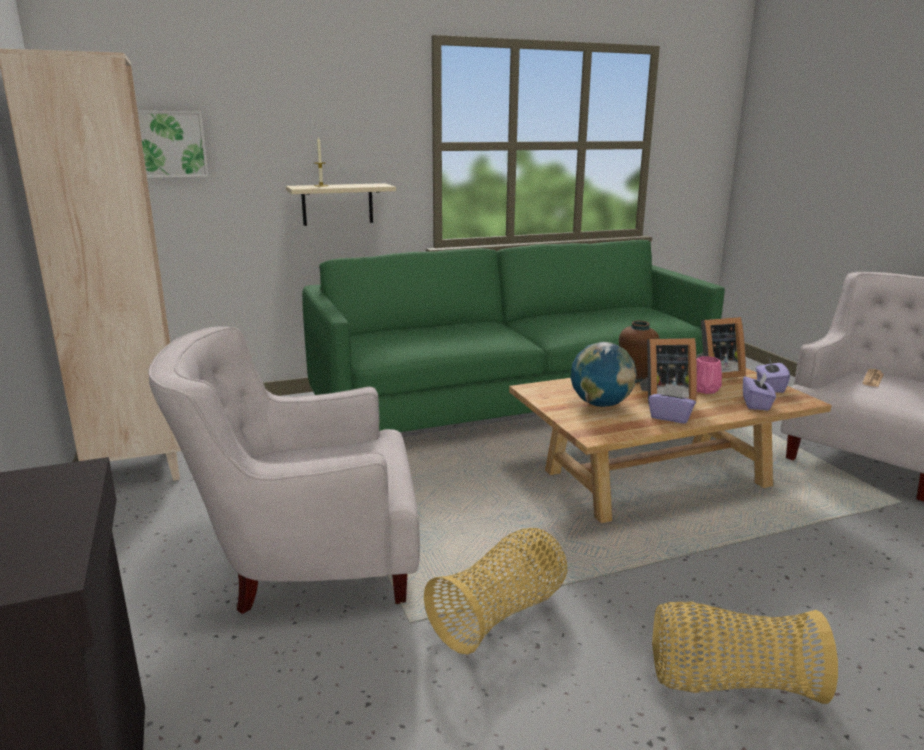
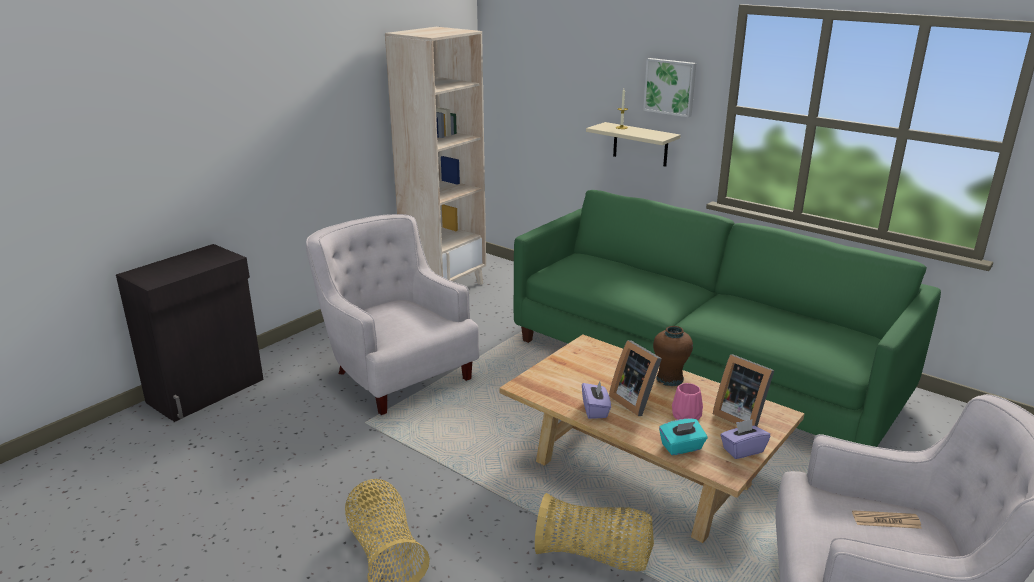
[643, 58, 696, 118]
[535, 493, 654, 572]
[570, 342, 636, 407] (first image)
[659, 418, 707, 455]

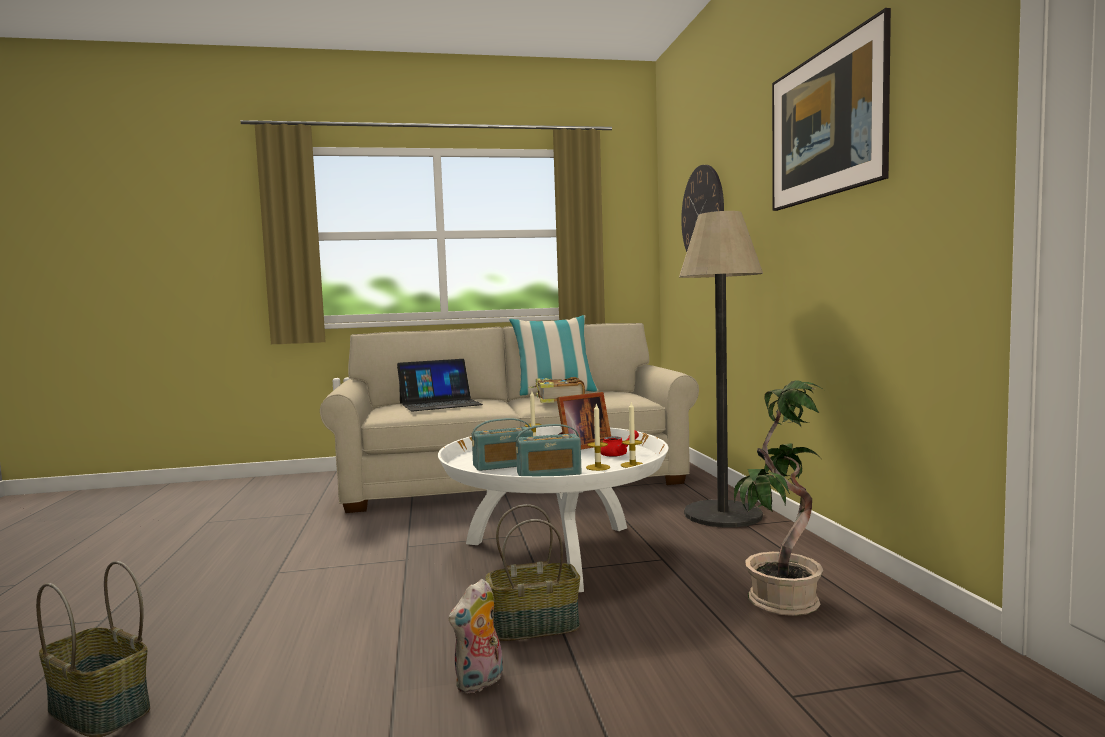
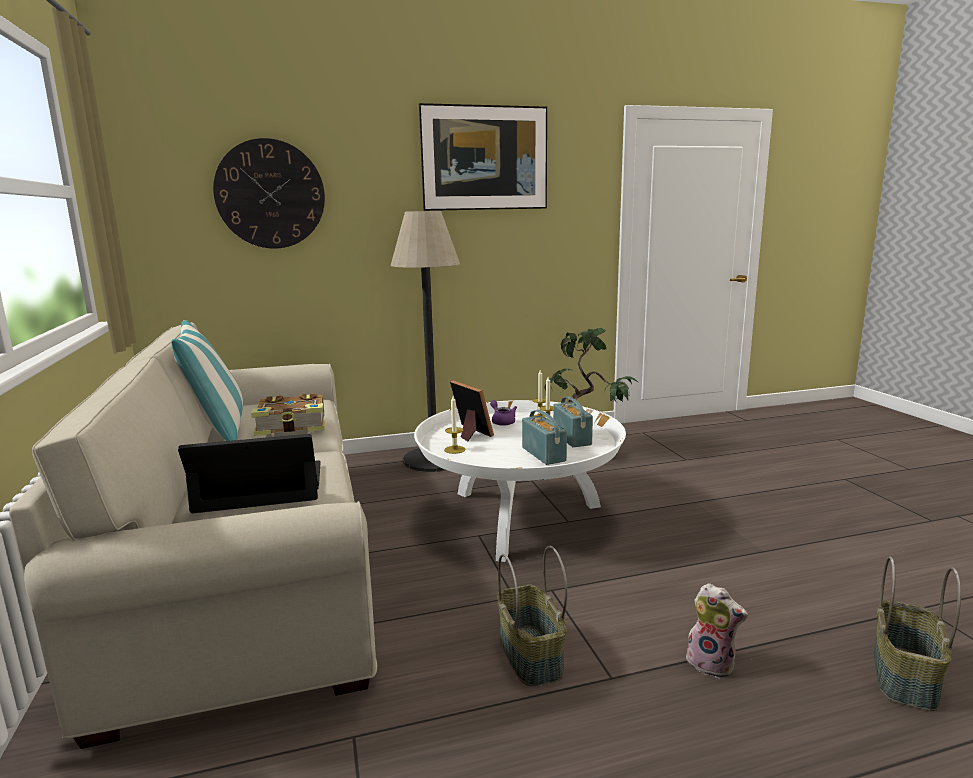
[178, 434, 321, 513]
[686, 583, 748, 678]
[497, 546, 567, 686]
[490, 400, 517, 426]

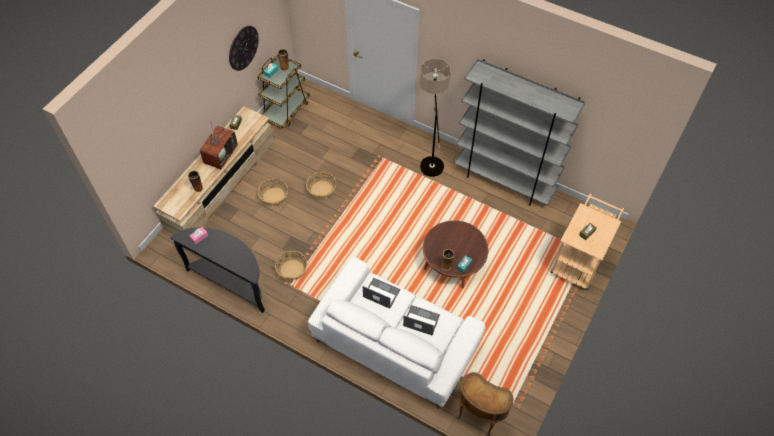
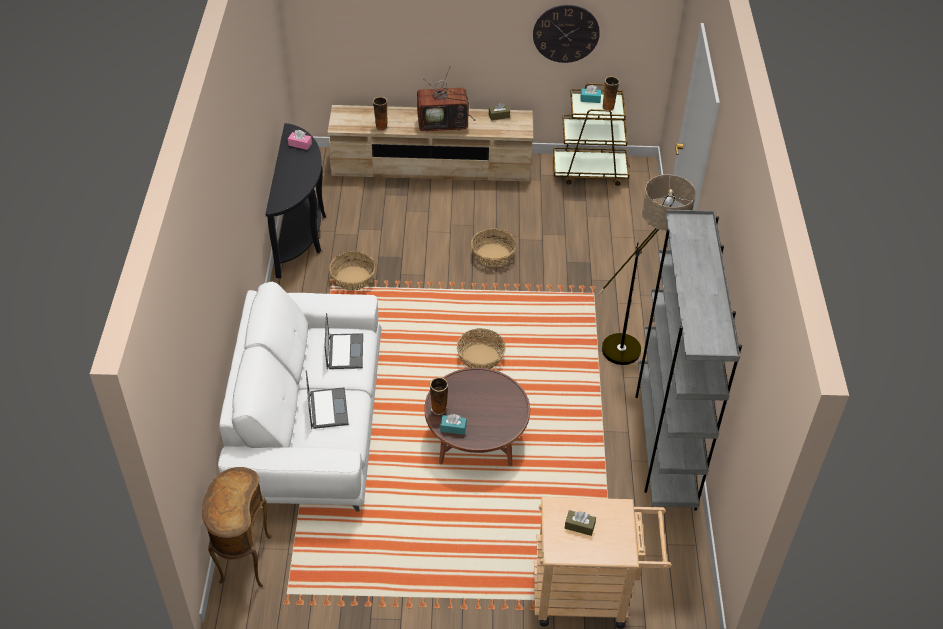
[457, 328, 506, 369]

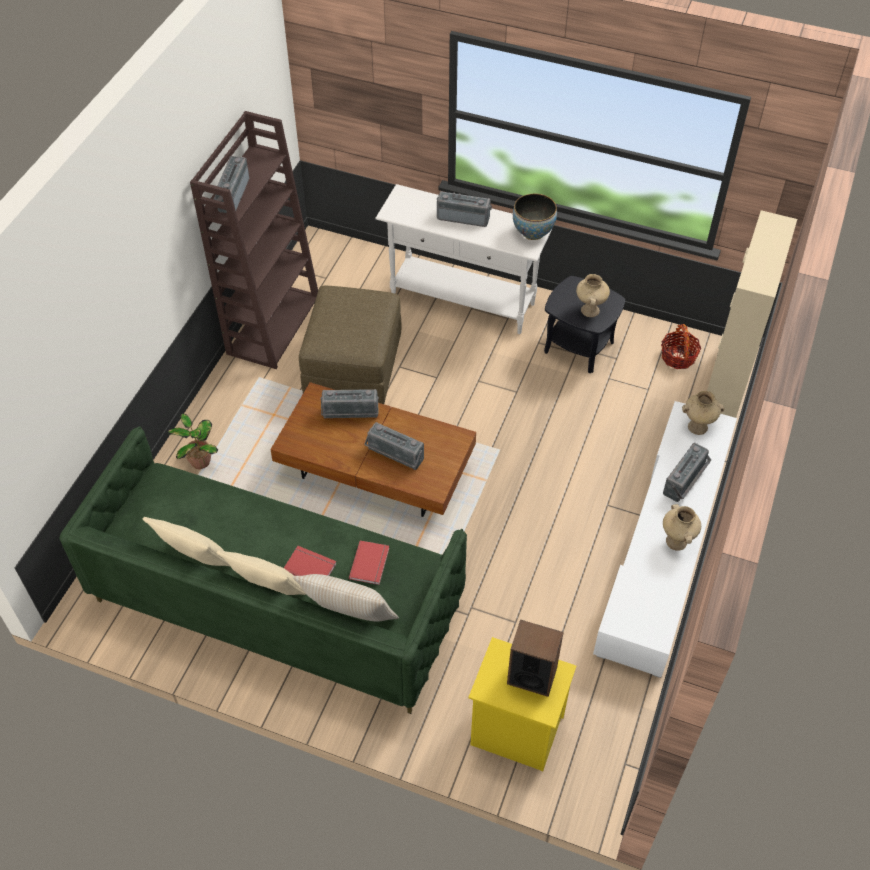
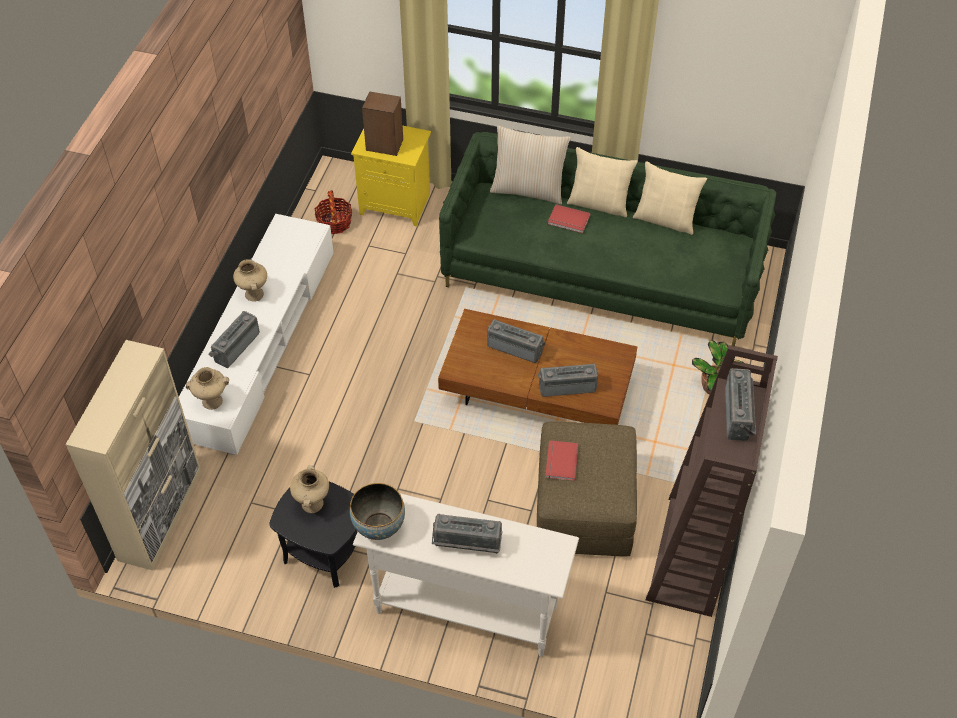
[545, 440, 579, 481]
[315, 190, 352, 234]

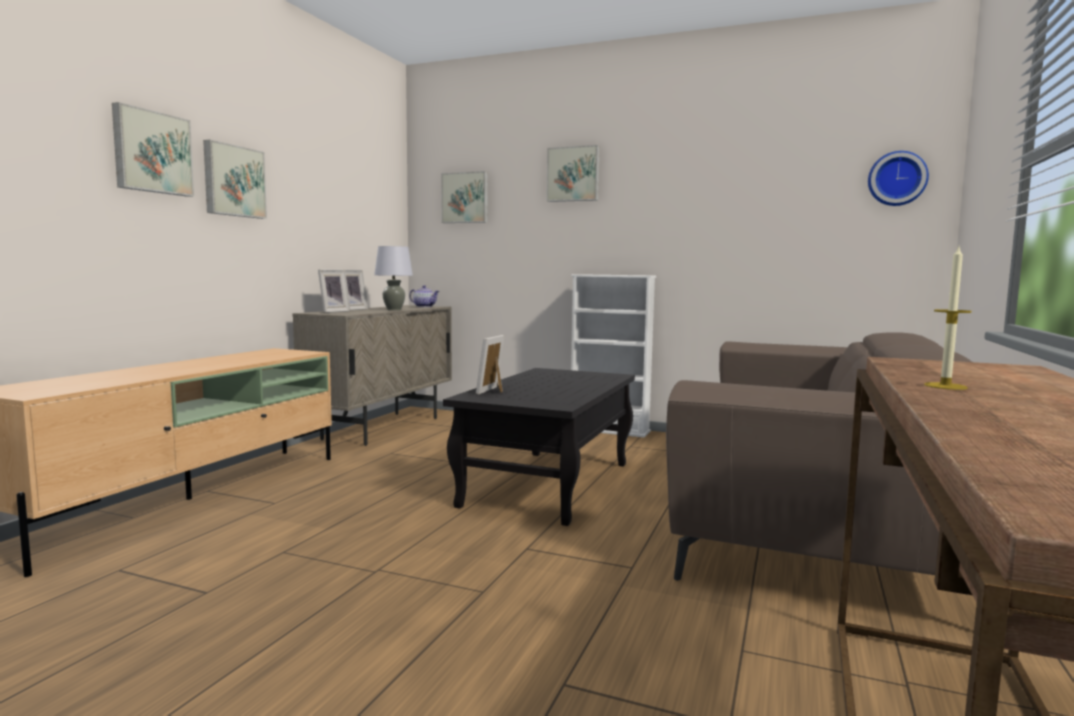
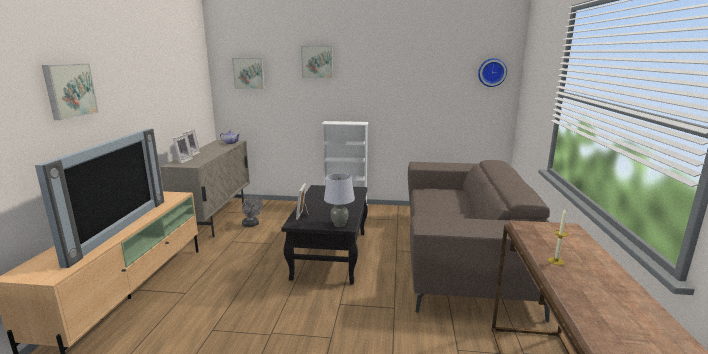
[203, 140, 267, 219] (first image)
[324, 173, 355, 227]
[35, 129, 164, 268]
[242, 196, 263, 227]

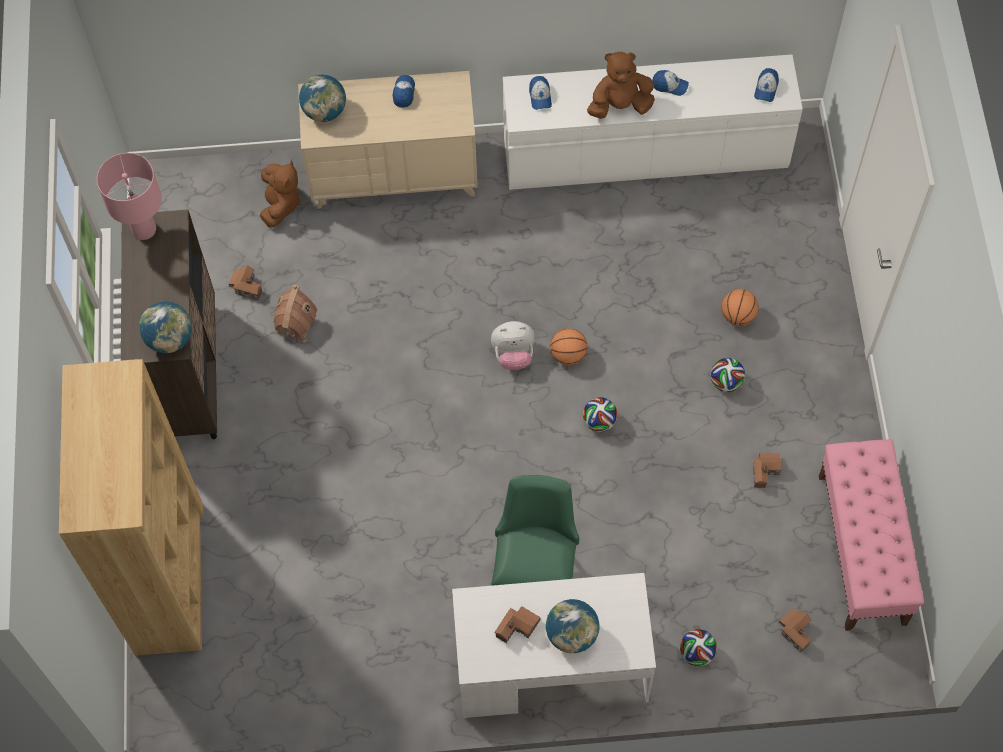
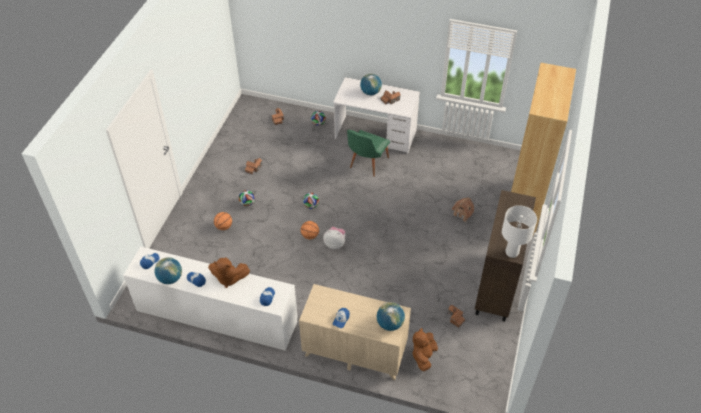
[502, 205, 537, 258]
[154, 257, 182, 284]
[452, 197, 474, 222]
[819, 439, 924, 631] (first image)

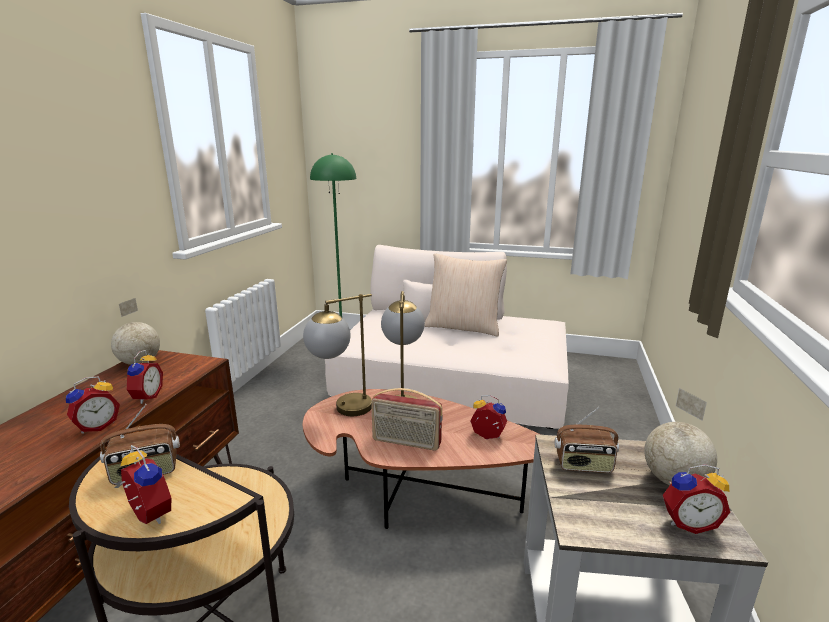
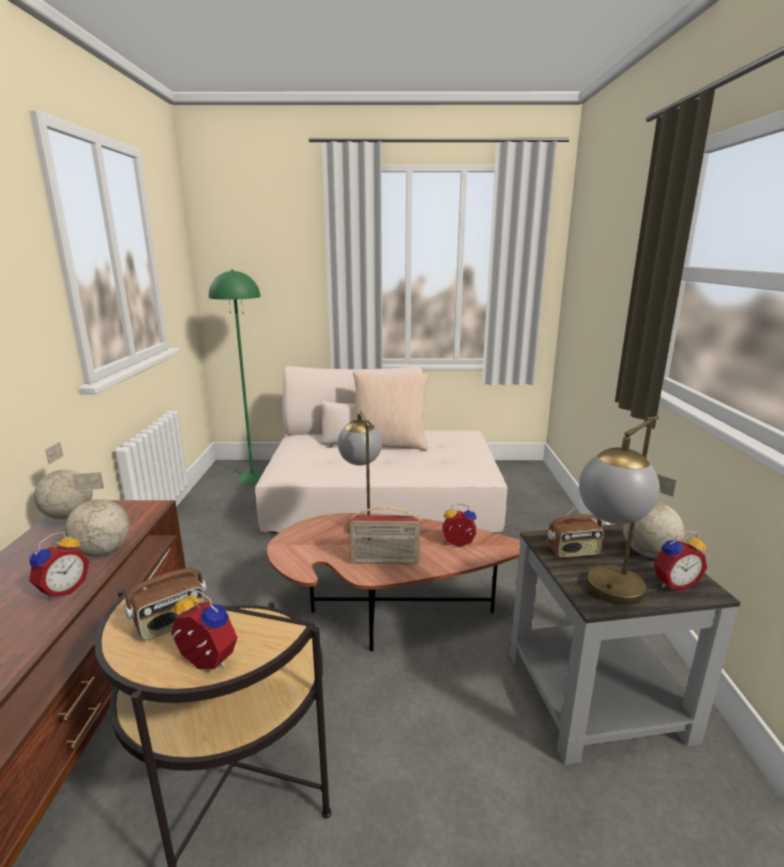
[65, 472, 129, 556]
[579, 415, 660, 605]

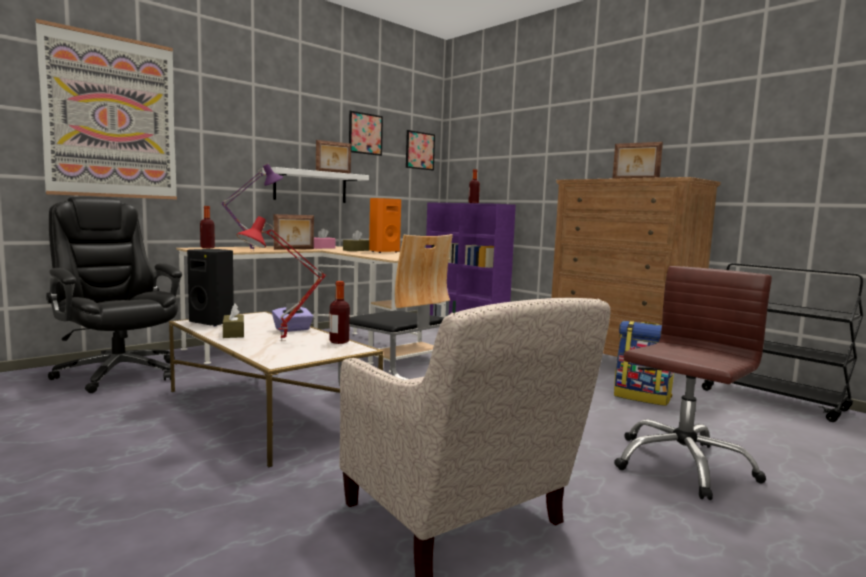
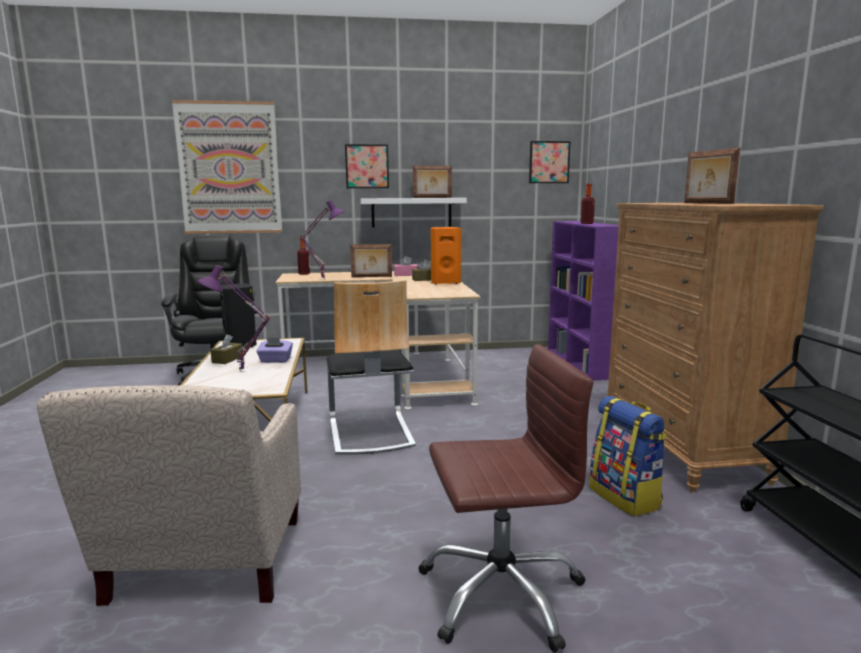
[198, 265, 271, 372]
[329, 281, 350, 344] (first image)
[345, 144, 389, 188]

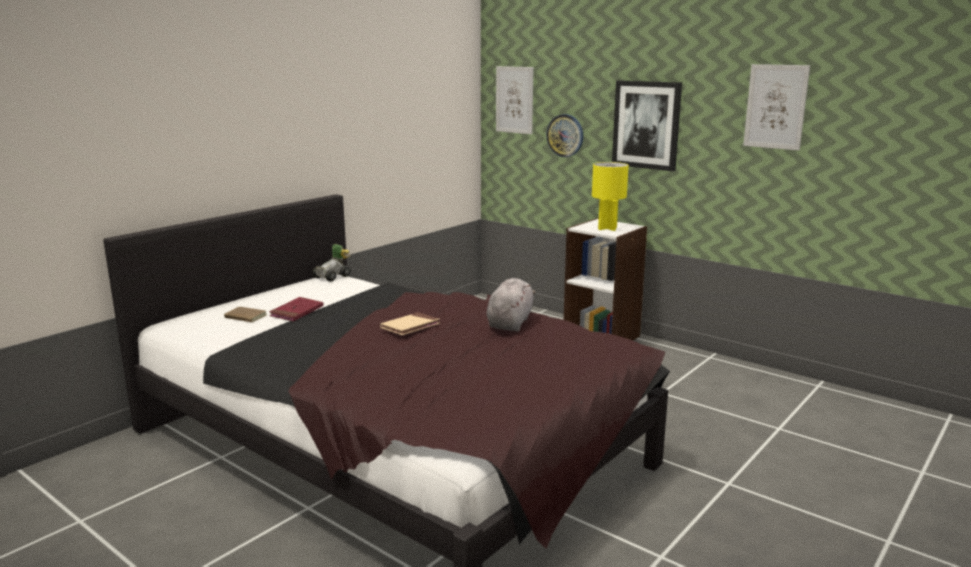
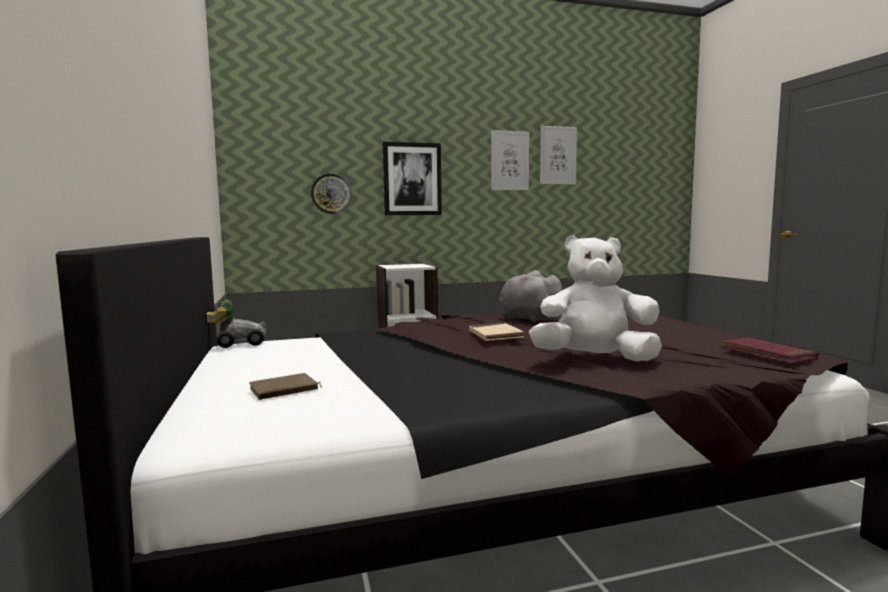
[721, 338, 819, 364]
[207, 299, 267, 348]
[540, 126, 577, 184]
[592, 162, 629, 231] (first image)
[529, 235, 662, 362]

